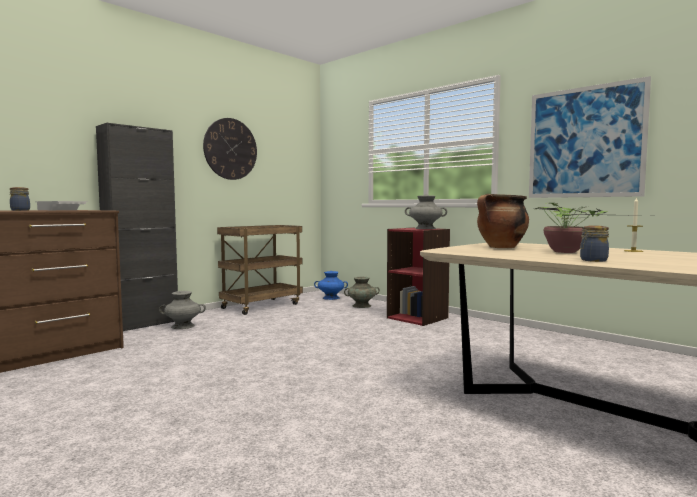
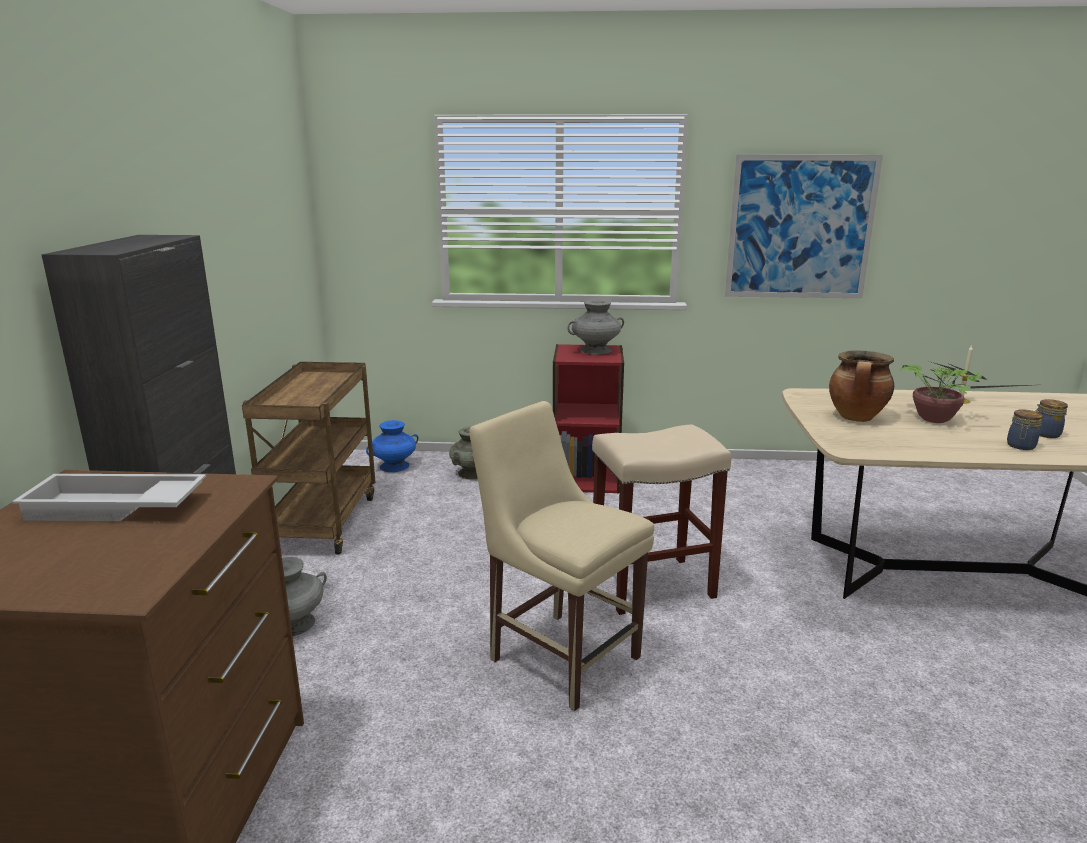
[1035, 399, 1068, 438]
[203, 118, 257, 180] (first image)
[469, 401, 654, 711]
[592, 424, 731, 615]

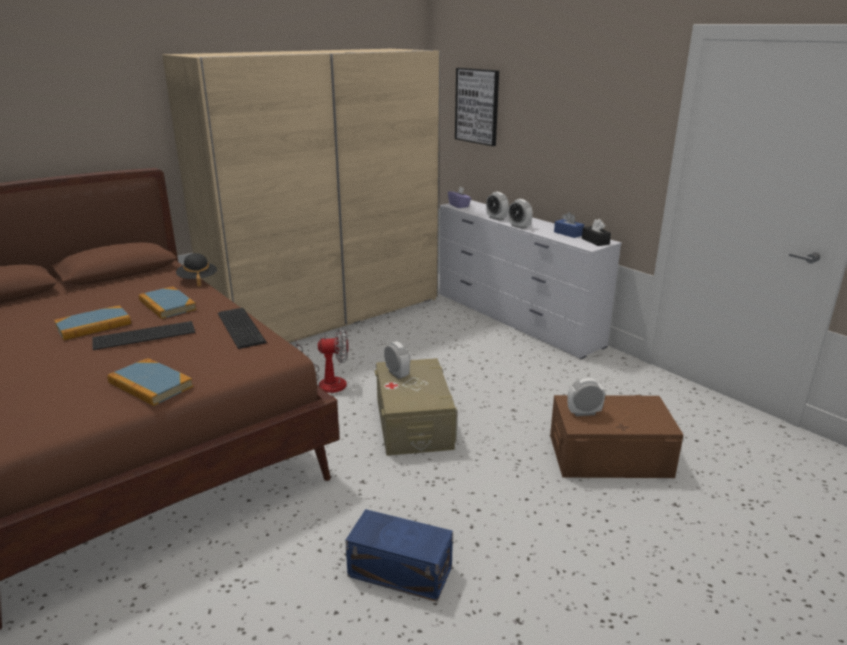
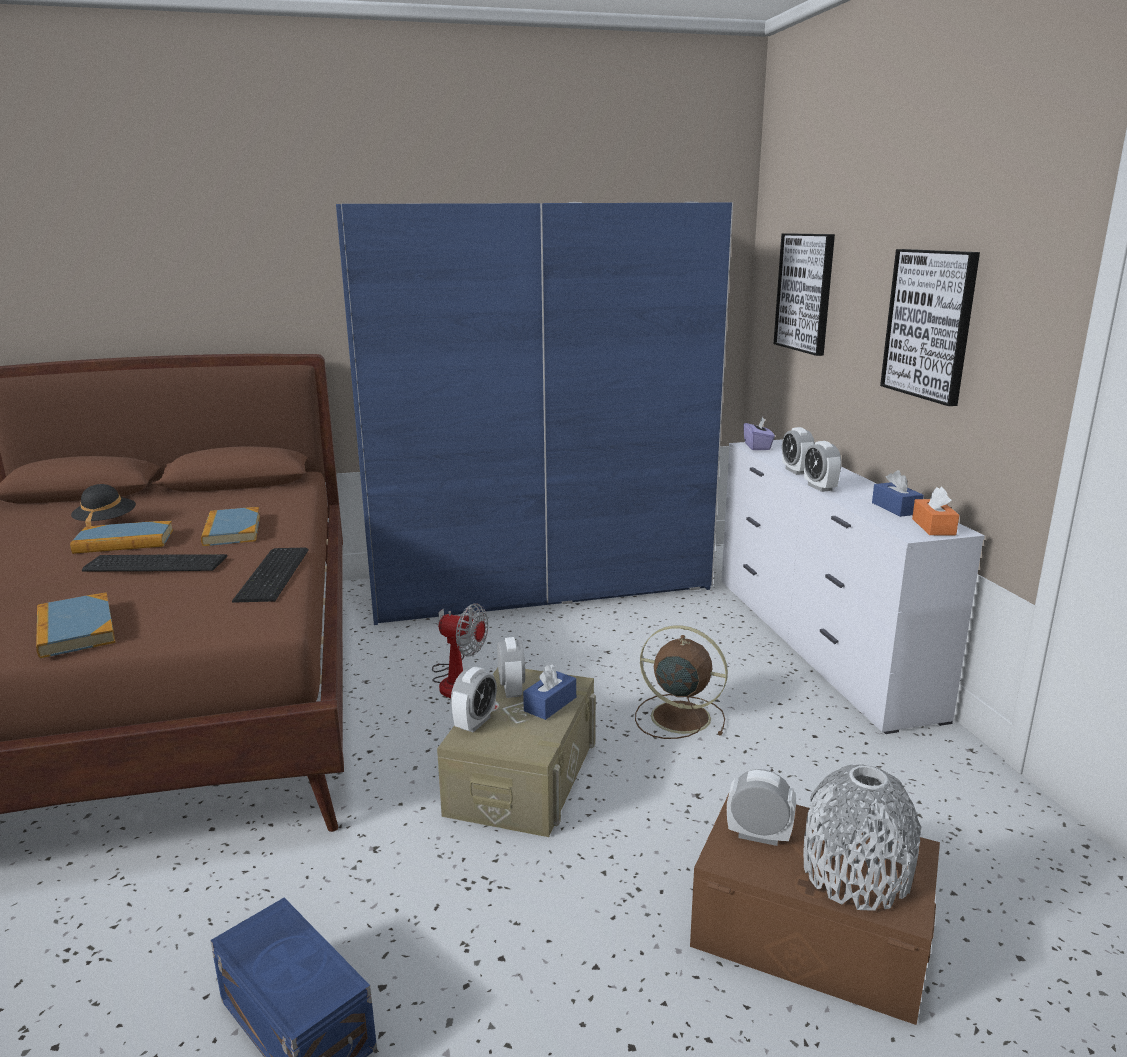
[336, 202, 733, 625]
[71, 484, 136, 527]
[912, 487, 959, 536]
[451, 667, 497, 732]
[523, 664, 576, 720]
[635, 625, 728, 739]
[803, 764, 921, 911]
[880, 249, 980, 406]

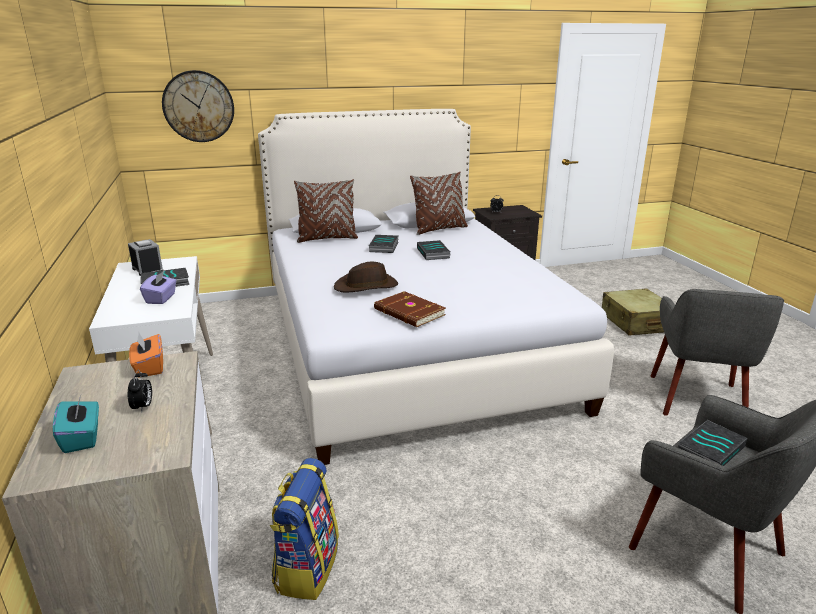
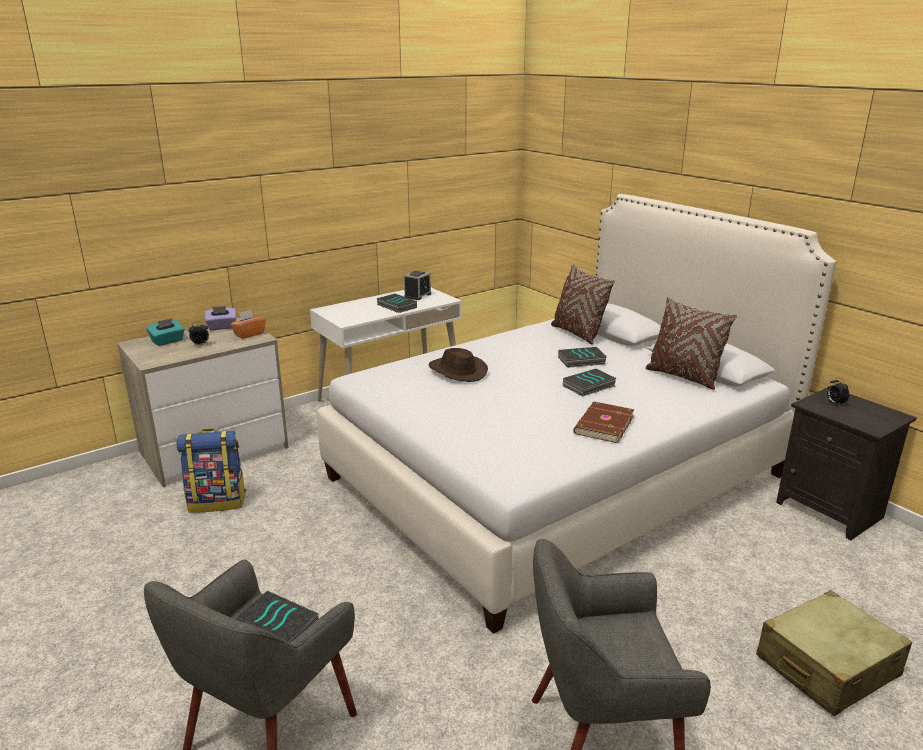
[204, 306, 236, 330]
[162, 70, 234, 142] (first image)
[573, 402, 635, 443]

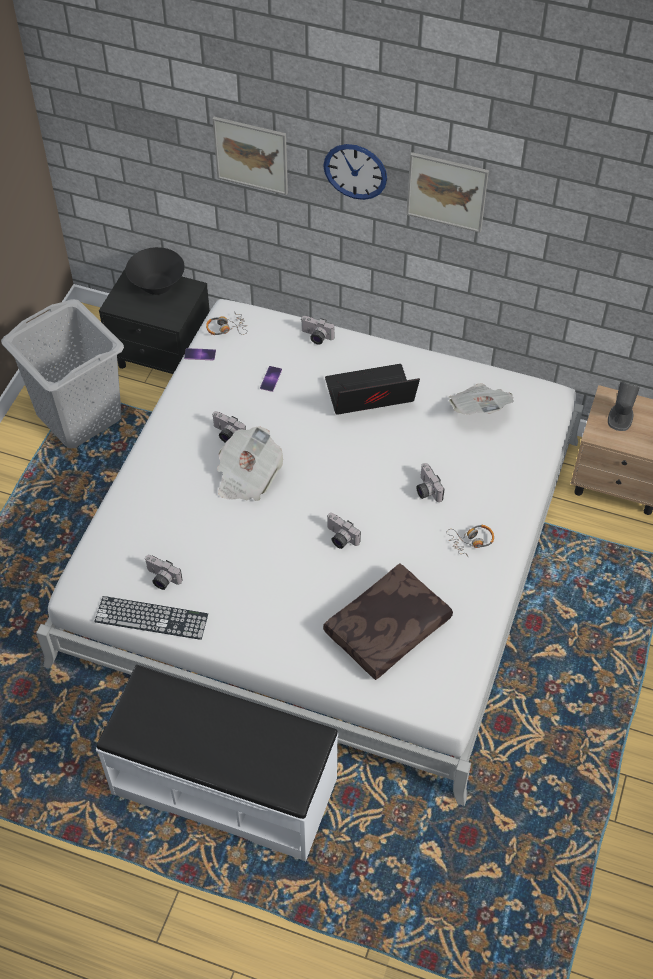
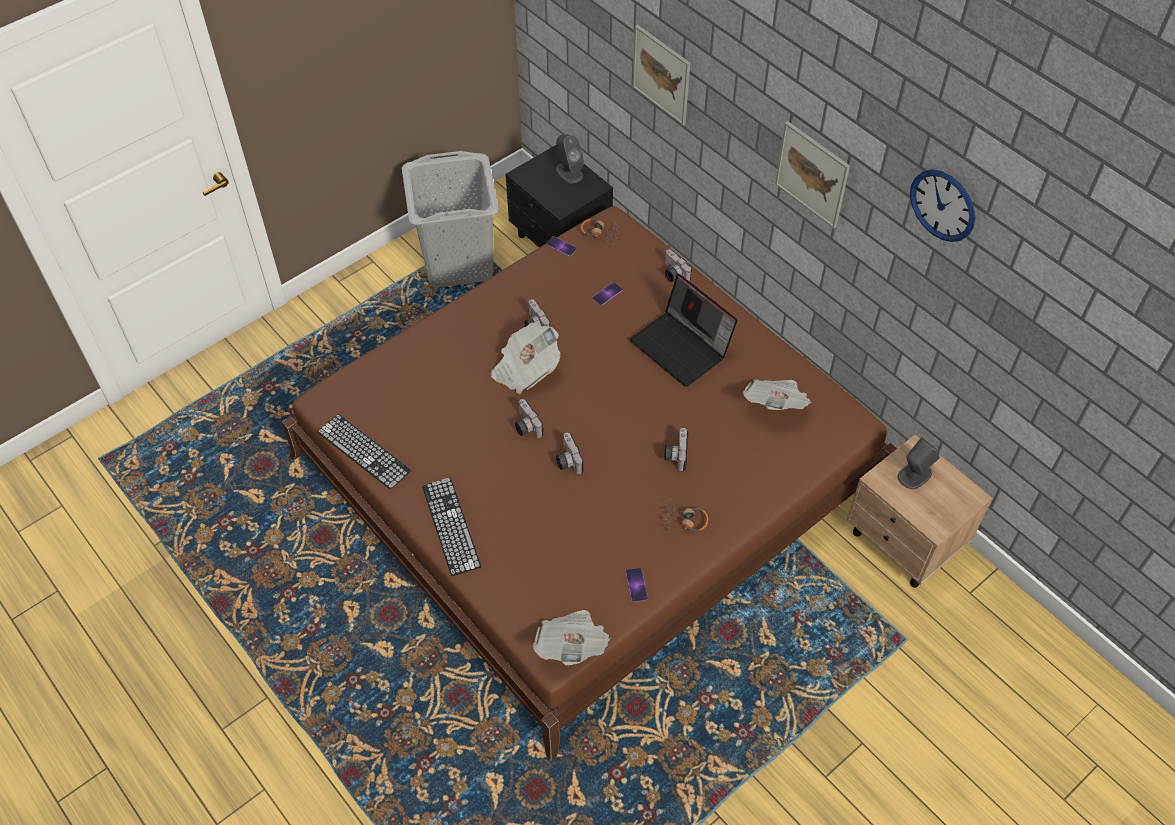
[282, 206, 897, 760]
[96, 665, 338, 861] (first image)
[556, 134, 584, 183]
[515, 399, 543, 438]
[910, 169, 975, 242]
[323, 564, 453, 680] (first image)
[630, 273, 738, 387]
[422, 477, 481, 576]
[533, 610, 611, 666]
[626, 568, 648, 602]

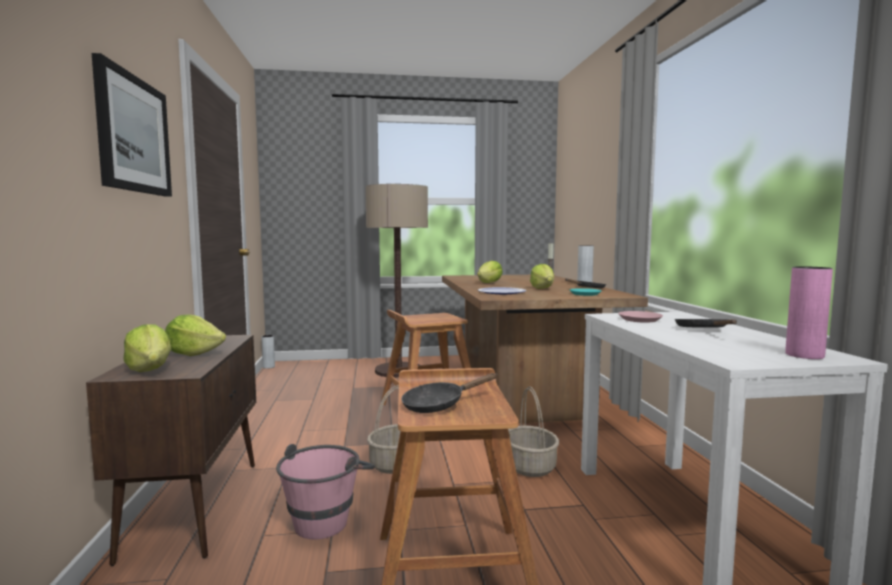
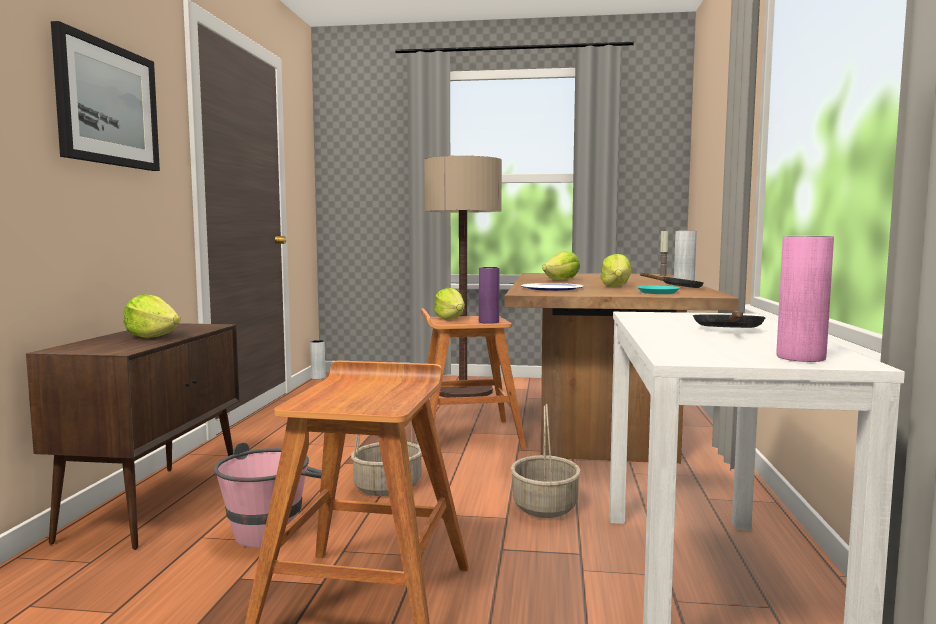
[434, 288, 465, 320]
[401, 373, 498, 413] (first image)
[618, 311, 663, 323] (first image)
[479, 267, 499, 324]

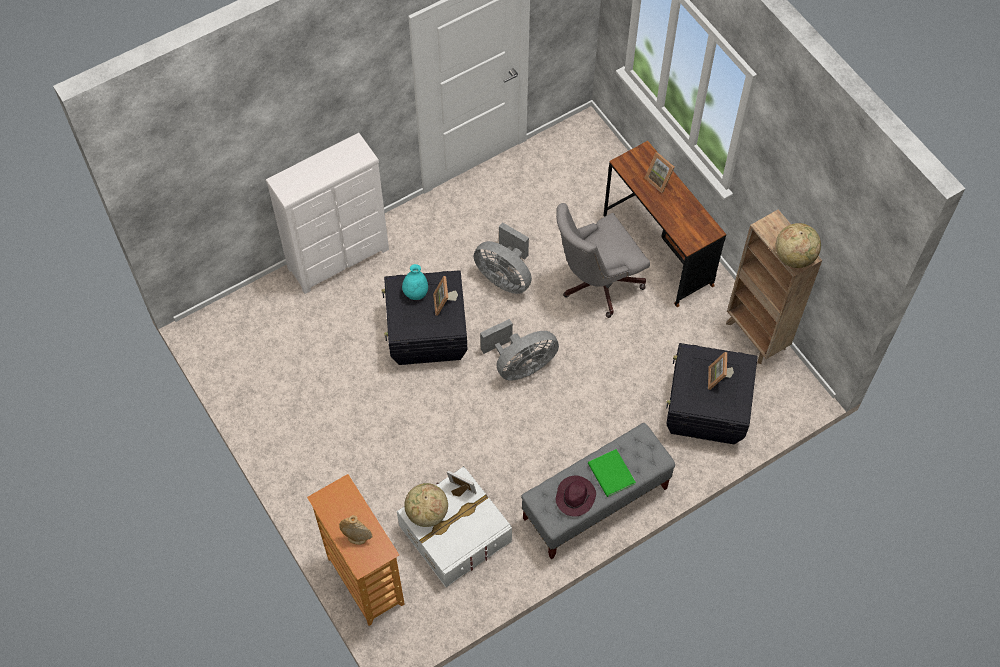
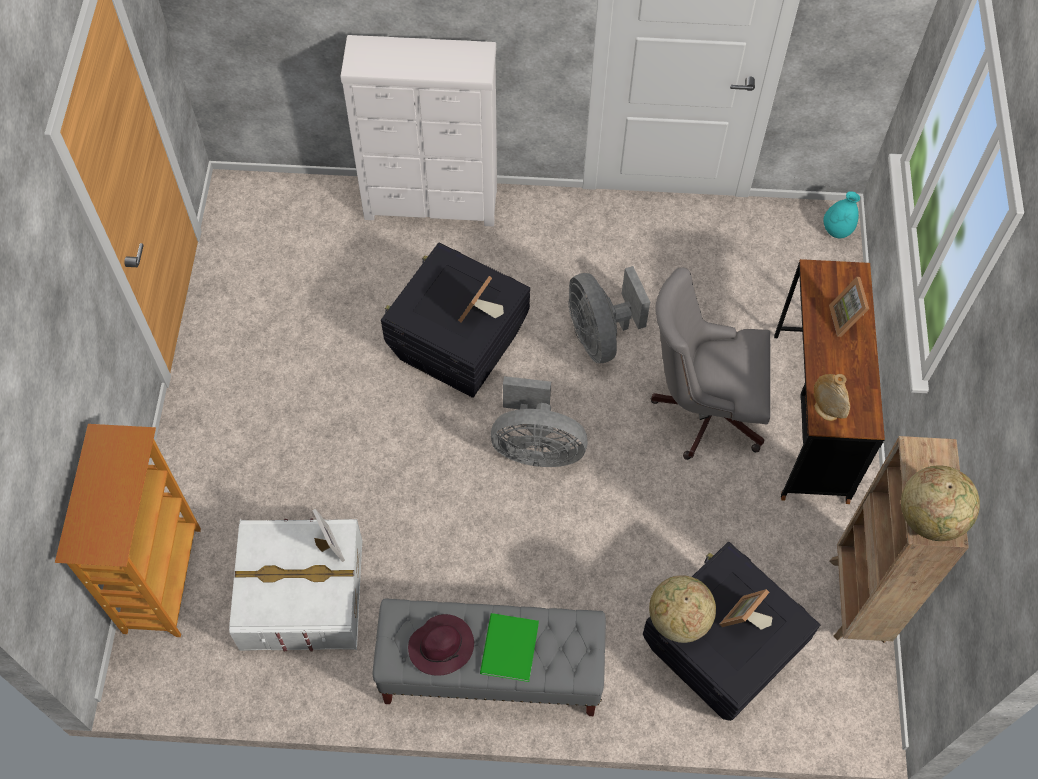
[814, 374, 850, 421]
[824, 191, 860, 238]
[649, 575, 716, 643]

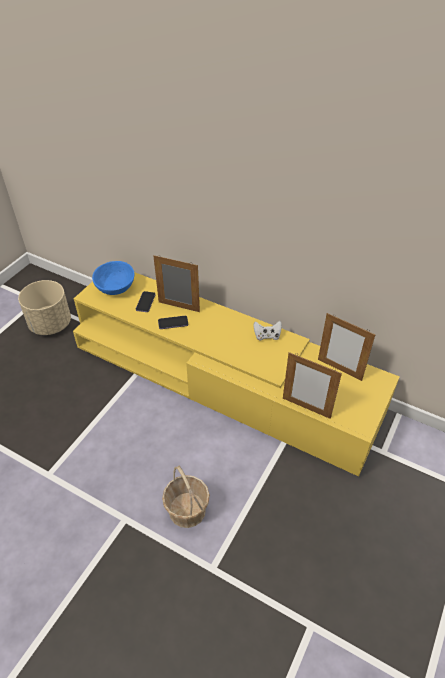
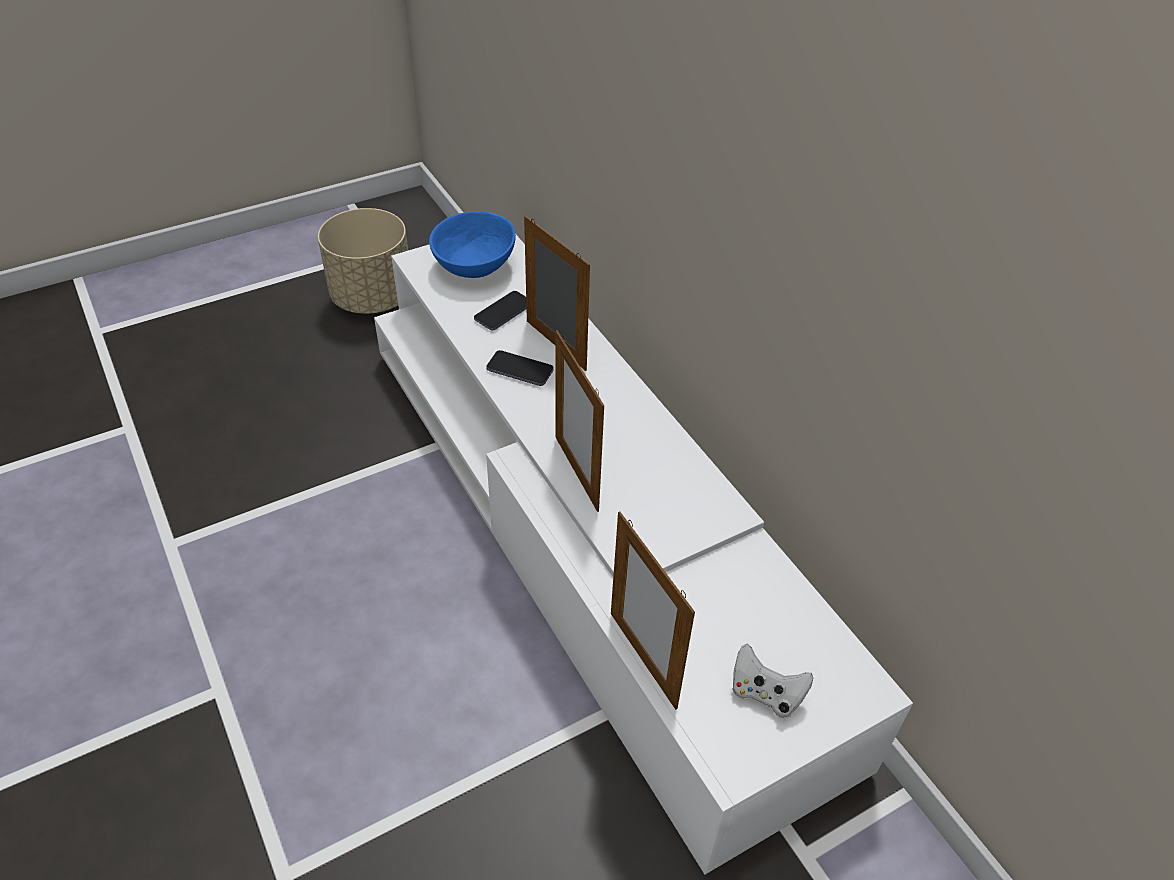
[374, 235, 913, 875]
[162, 465, 210, 528] (first image)
[732, 643, 813, 718]
[555, 330, 604, 512]

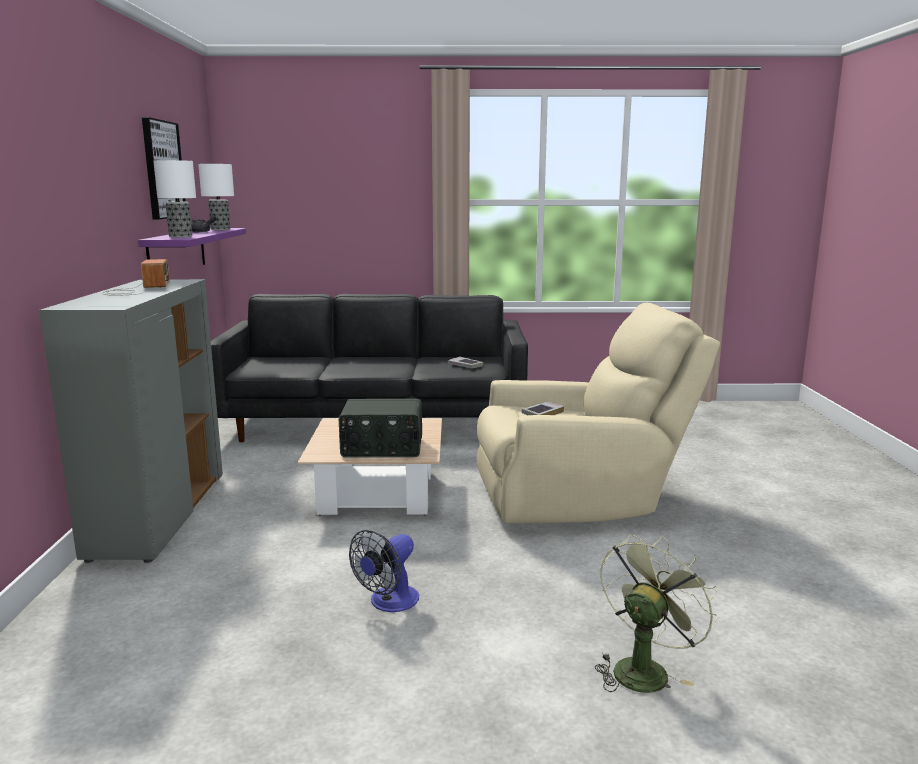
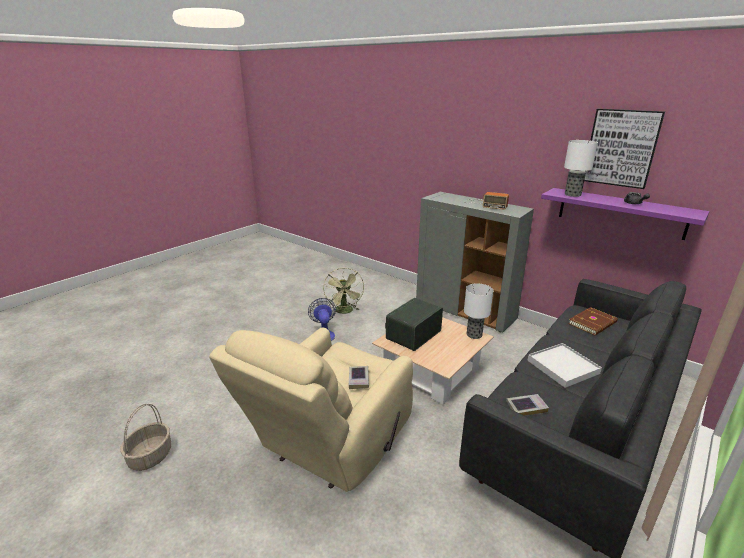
[464, 283, 493, 339]
[323, 268, 364, 314]
[120, 404, 171, 471]
[527, 343, 602, 388]
[568, 307, 618, 335]

